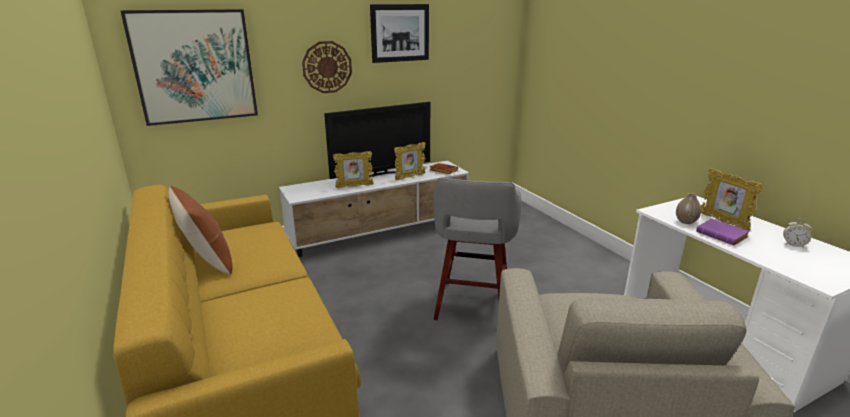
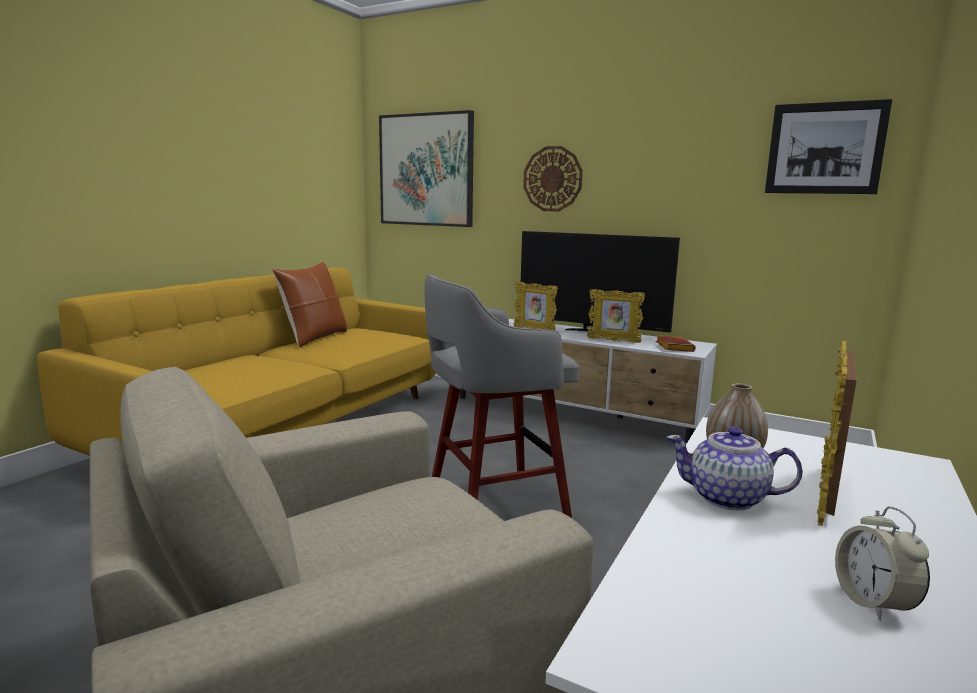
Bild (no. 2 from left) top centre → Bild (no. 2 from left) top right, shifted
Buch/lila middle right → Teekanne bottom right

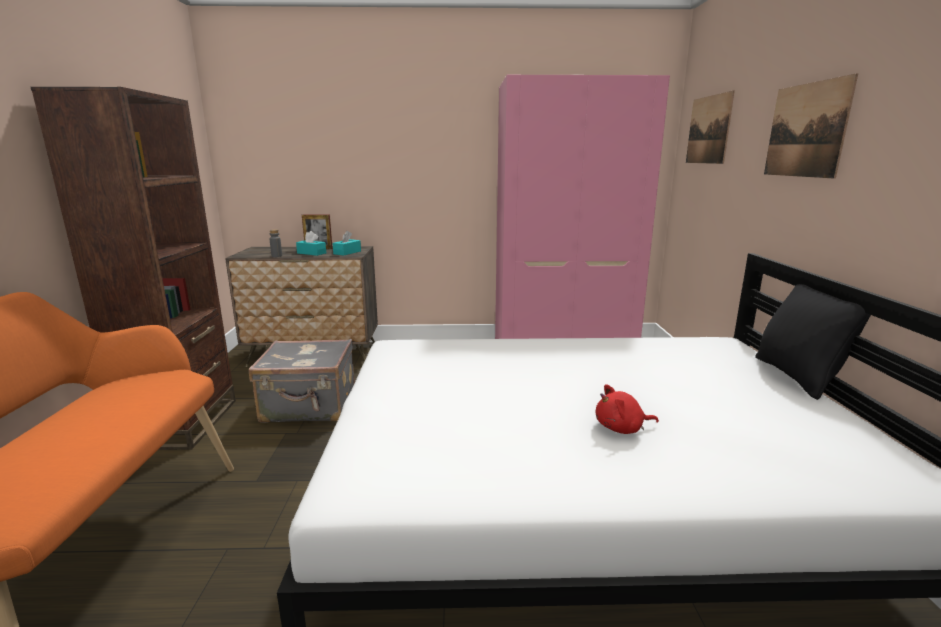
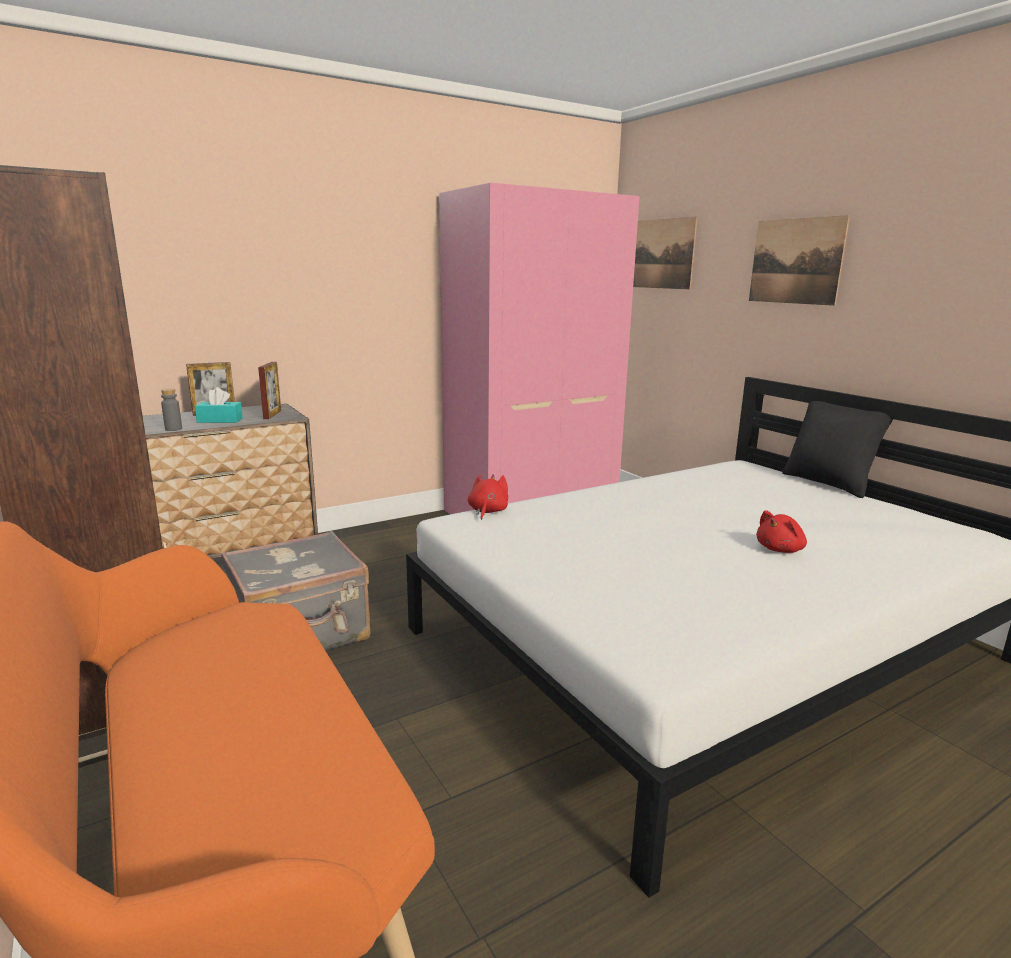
Taschentuchbox/türkis (no. 2 from left) centre → Bilderrahmen (no. 2 from left) middle left
- → Plüschtier/rot (no. 1 from left) centre

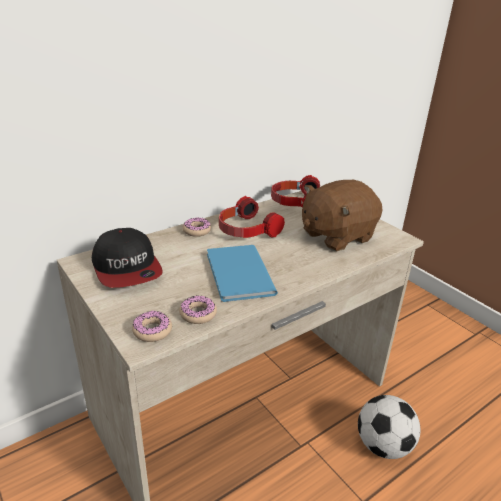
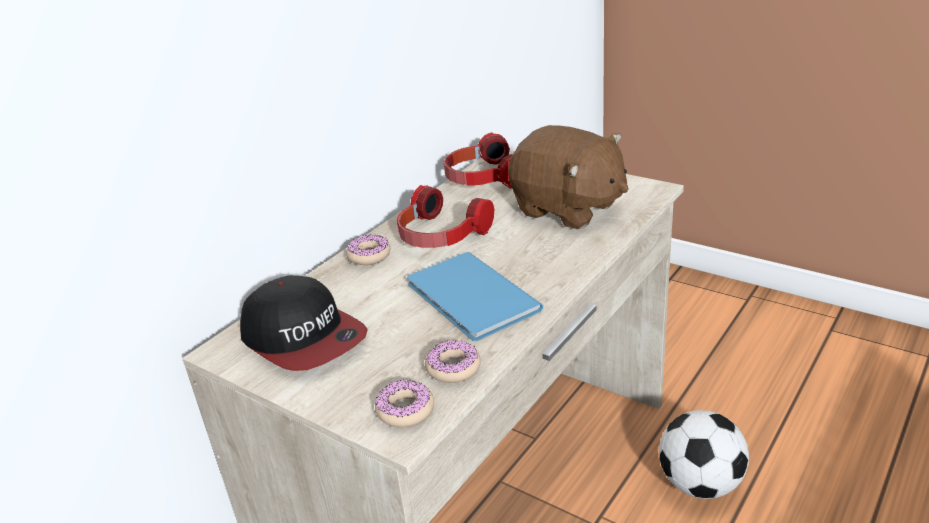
Plüschtier/braun middle right → Plüschtier/braun centre, 90 degrees counterclockwise

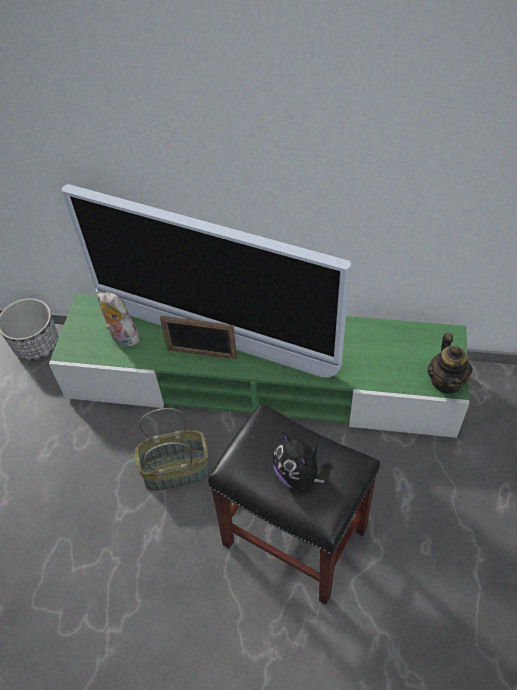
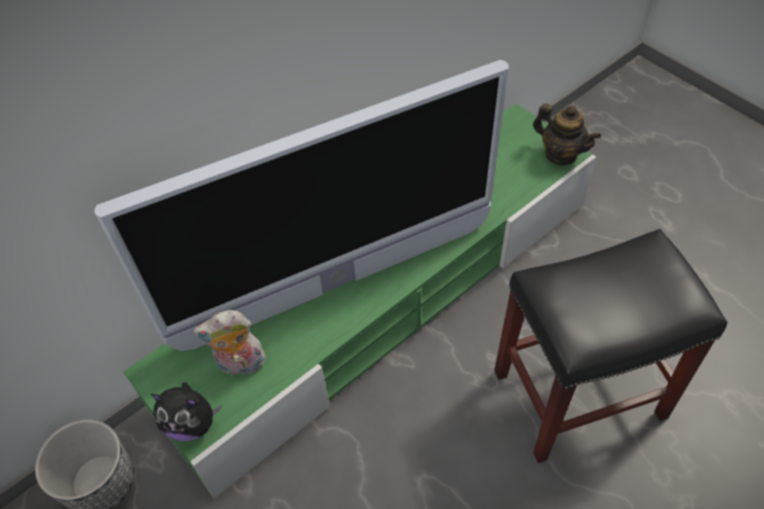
Bilderrahmen centre → -
Korb centre → -
Plüschtier (no. 2 from left in the first image) bottom centre → Plüschtier (no. 1 from left) bottom left, shifted

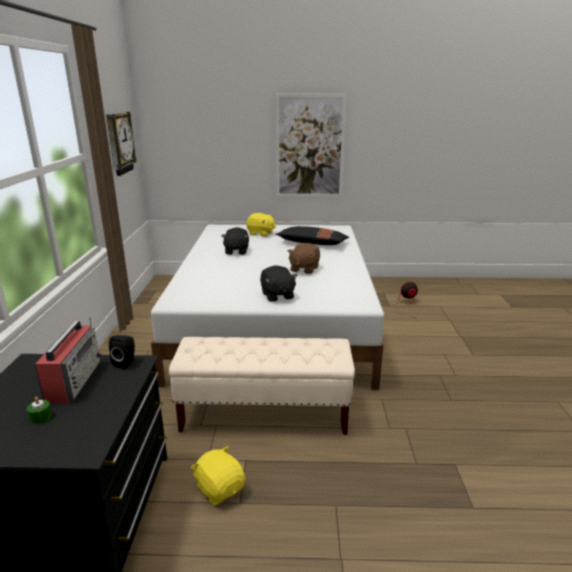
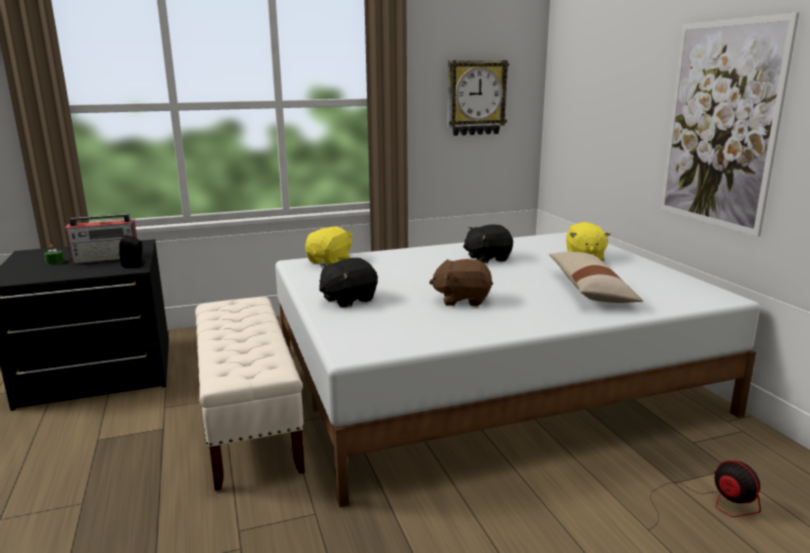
Kissen/schwarz centre → Kissen/beige middle right
Plüschtier/gelb (no. 1 from left) bottom centre → Plüschtier/gelb (no. 1 from left) centre, shifted

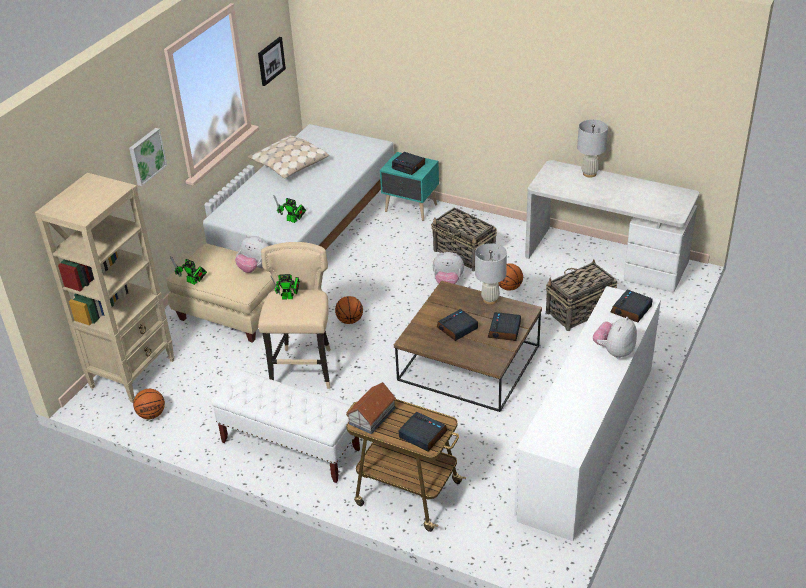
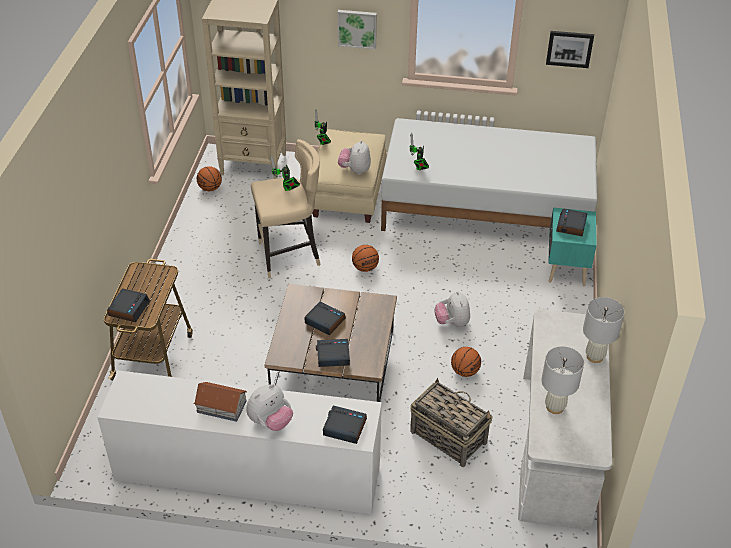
Kissen/beige top centre → -
Korb (no. 1 from left) centre → -
Tischlampe/weiß (no. 1 from left) centre → Tischlampe/weiß (no. 1 from left) bottom right, shifted
Plüschtier (no. 3 from left in the first image) middle right → Plüschtier (no. 1 from left) bottom centre, 120 degrees clockwise
Bank/weiß bottom centre → -
Spielzeughaus bottom centre → Spielzeughaus bottom left, shifted

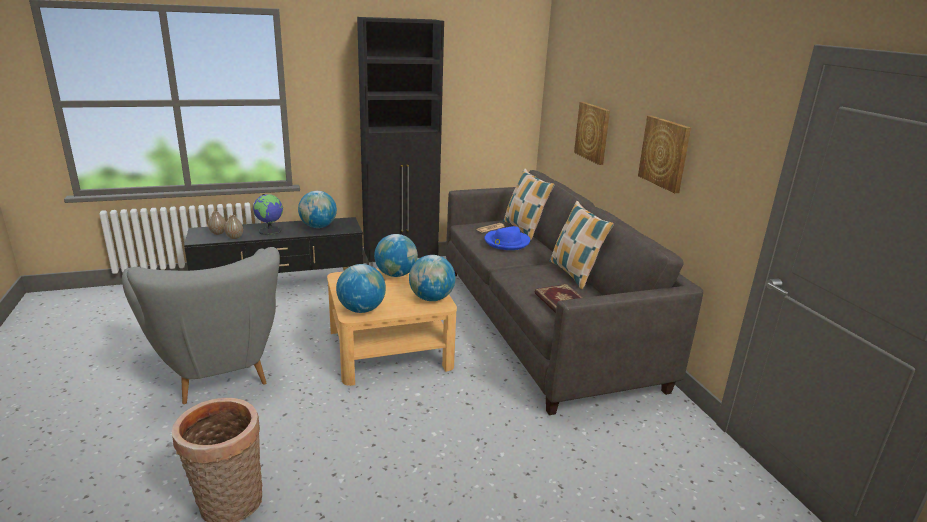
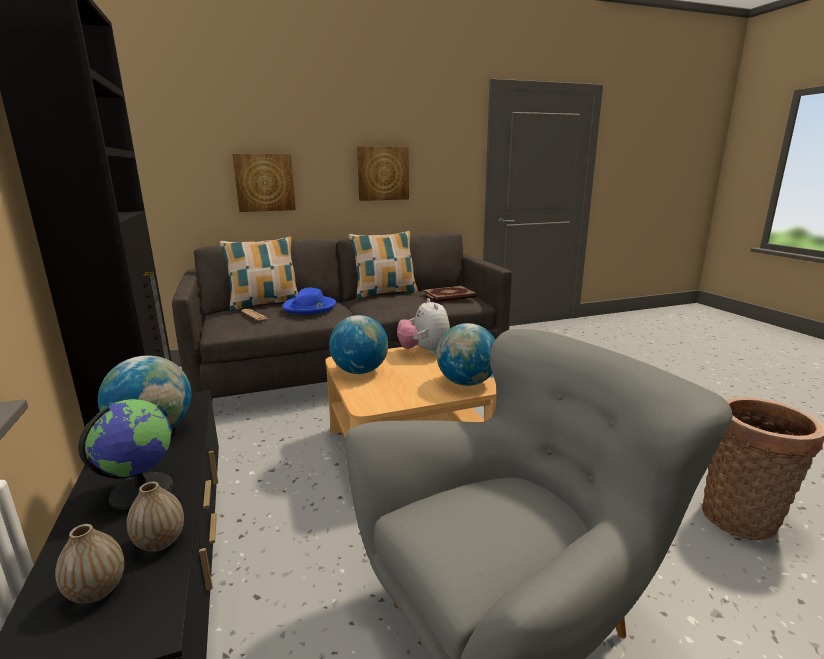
Globus (no. 5 from left) centre → Plüschtier centre

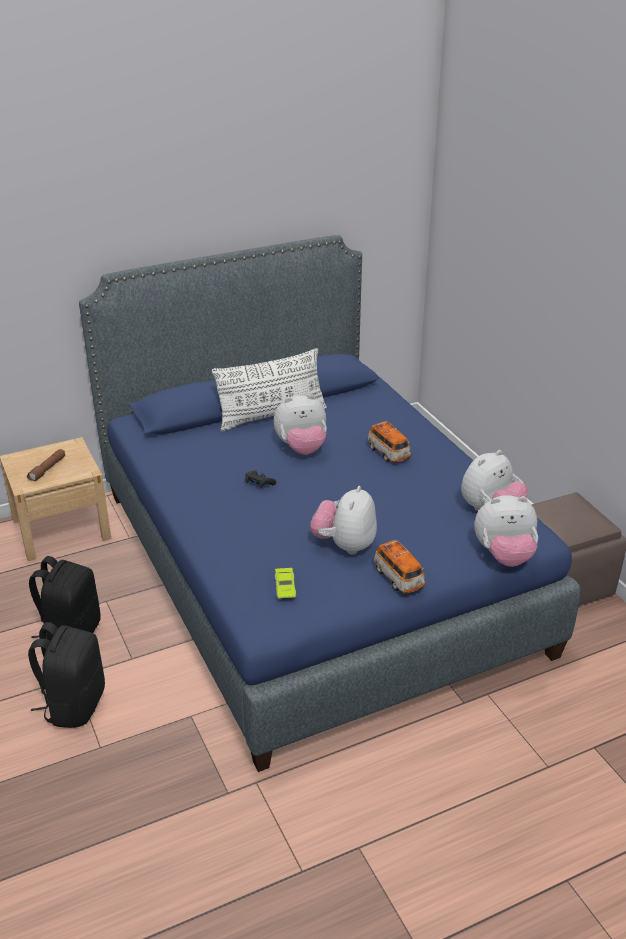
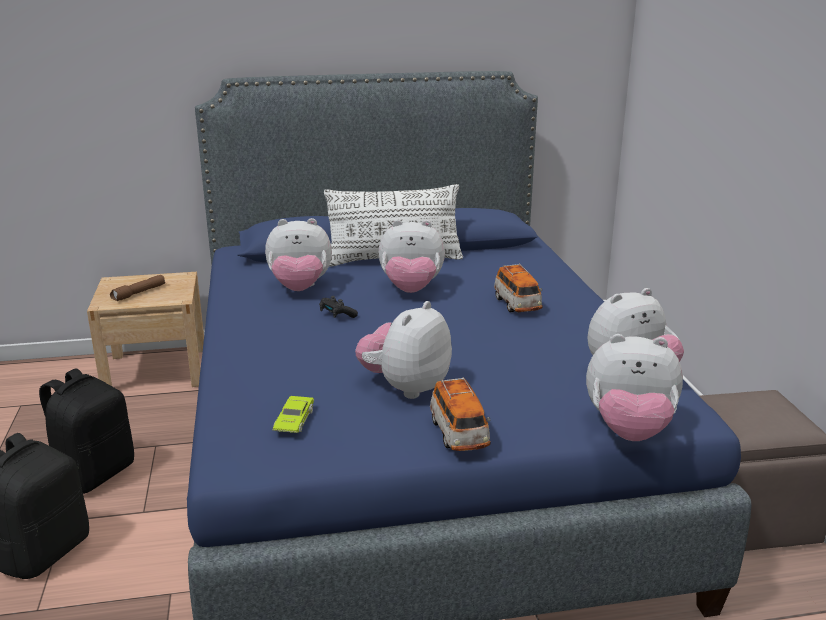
- → Plüschtier (no. 1 from left) centre

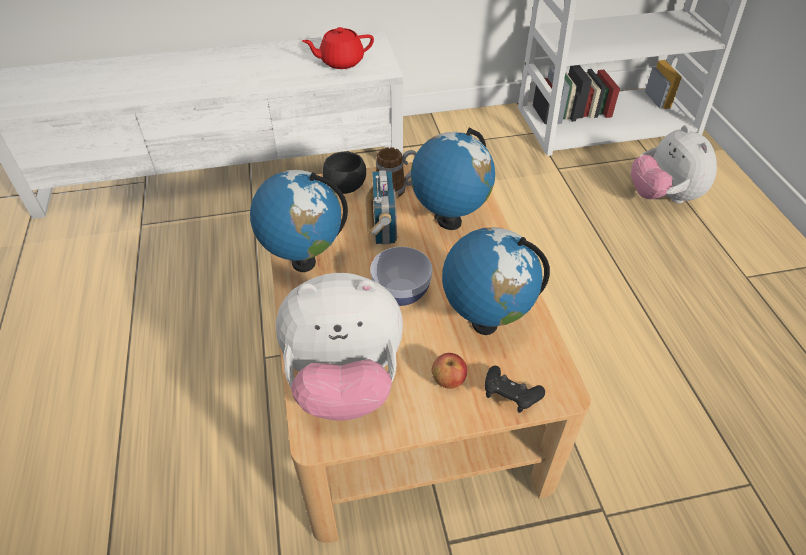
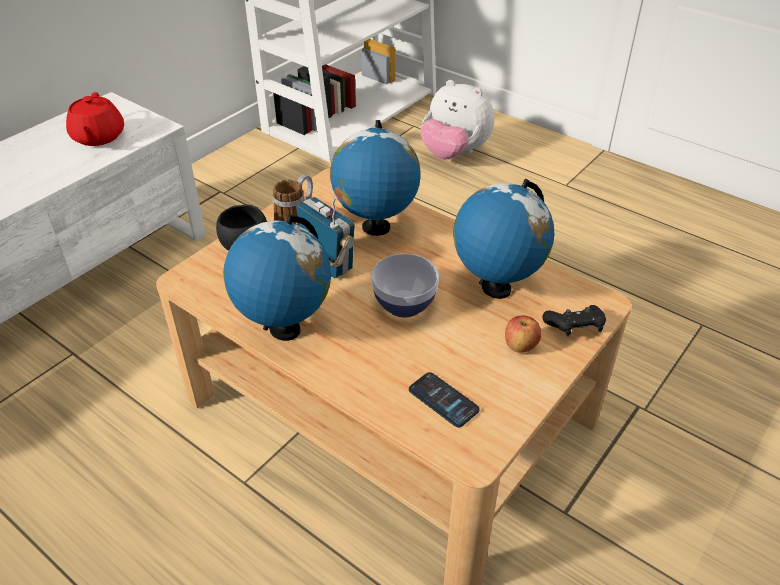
Teekanne/rot top centre → Teekanne/rot top left, 45 degrees counterclockwise
Plüschtier (no. 1 from left) centre → Handy bottom centre

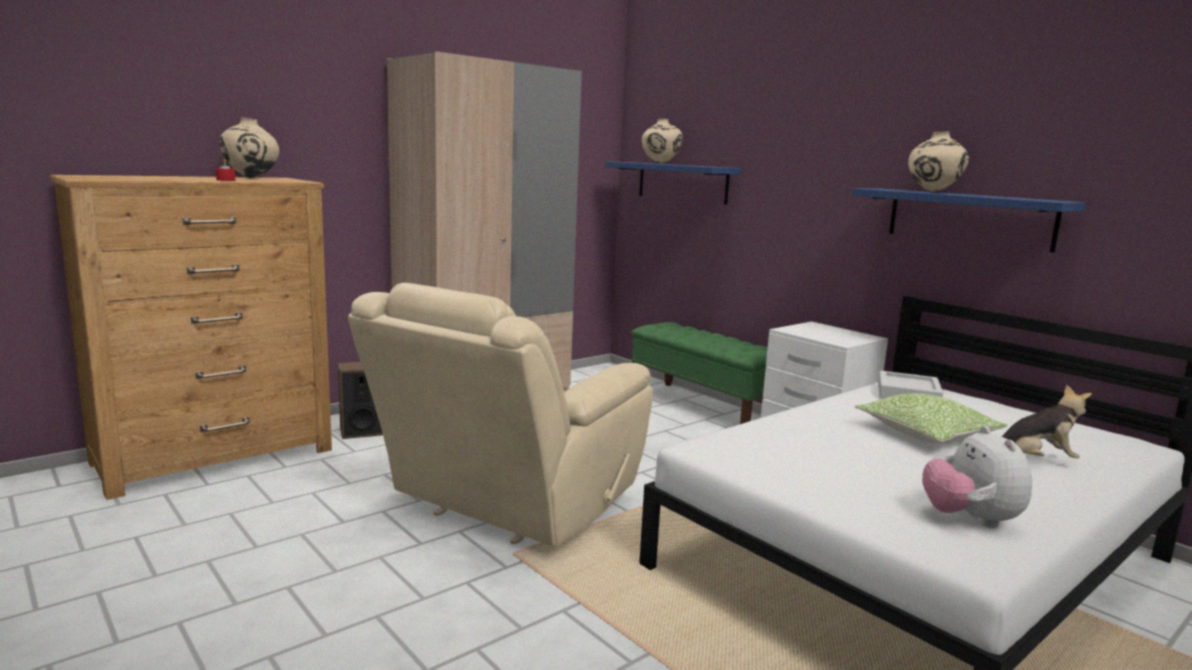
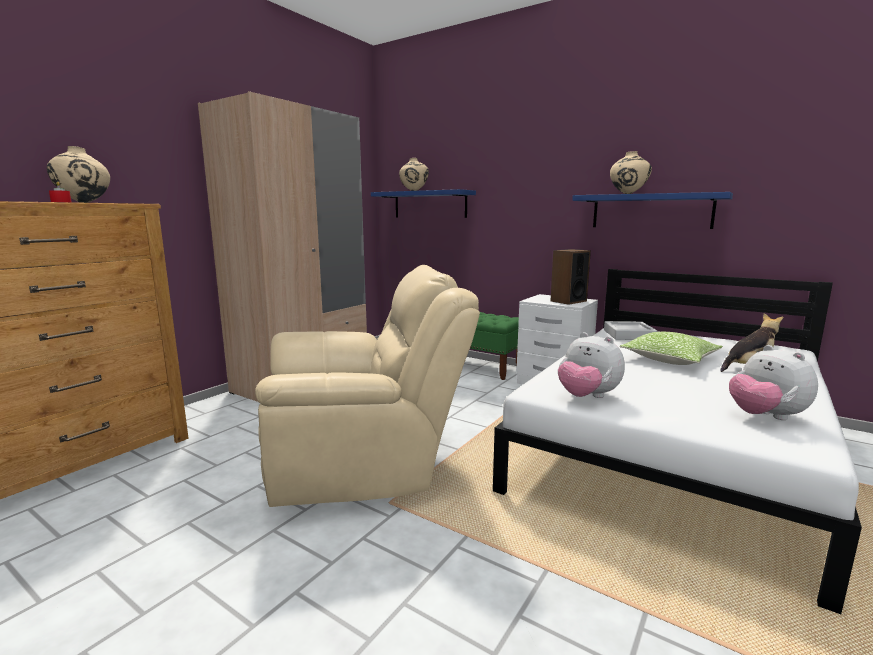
Sessel/beige centre, 120 degrees counterclockwise
Lautsprecher middle left → Lautsprecher centre, shifted
- → Plüschtier (no. 1 from left) middle right

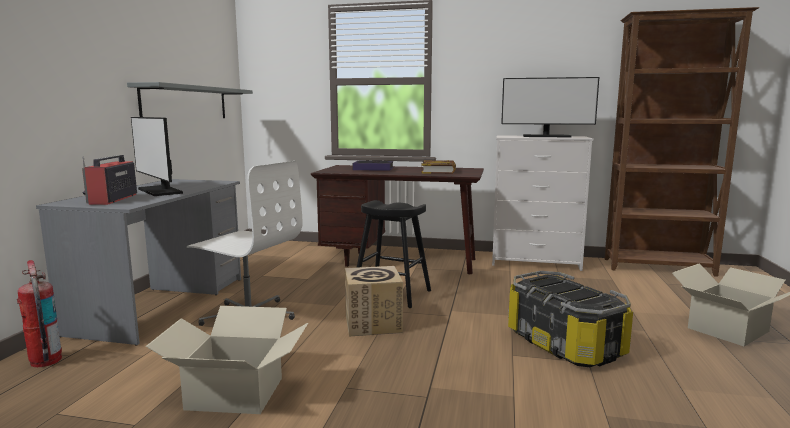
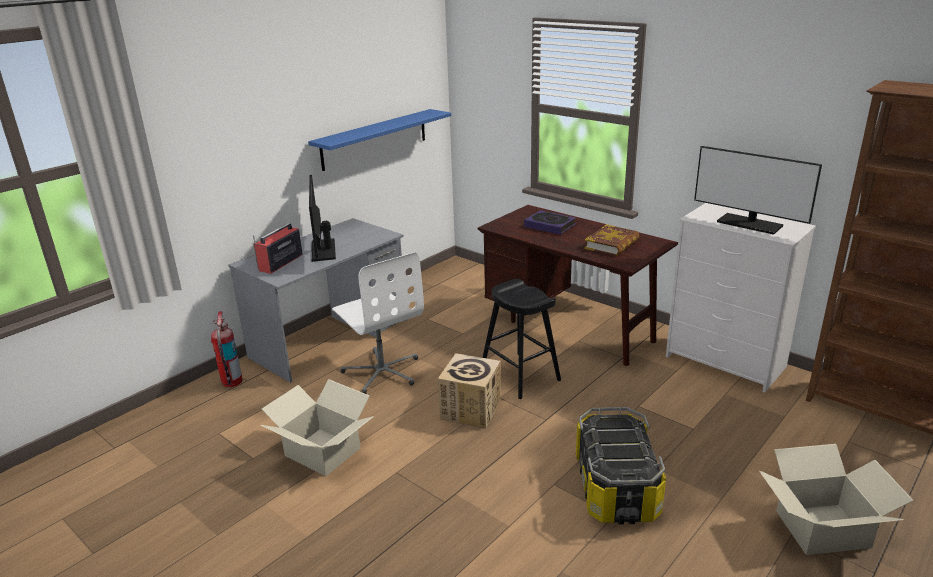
Wandregal/grau top left → Wandregal/blau top centre

